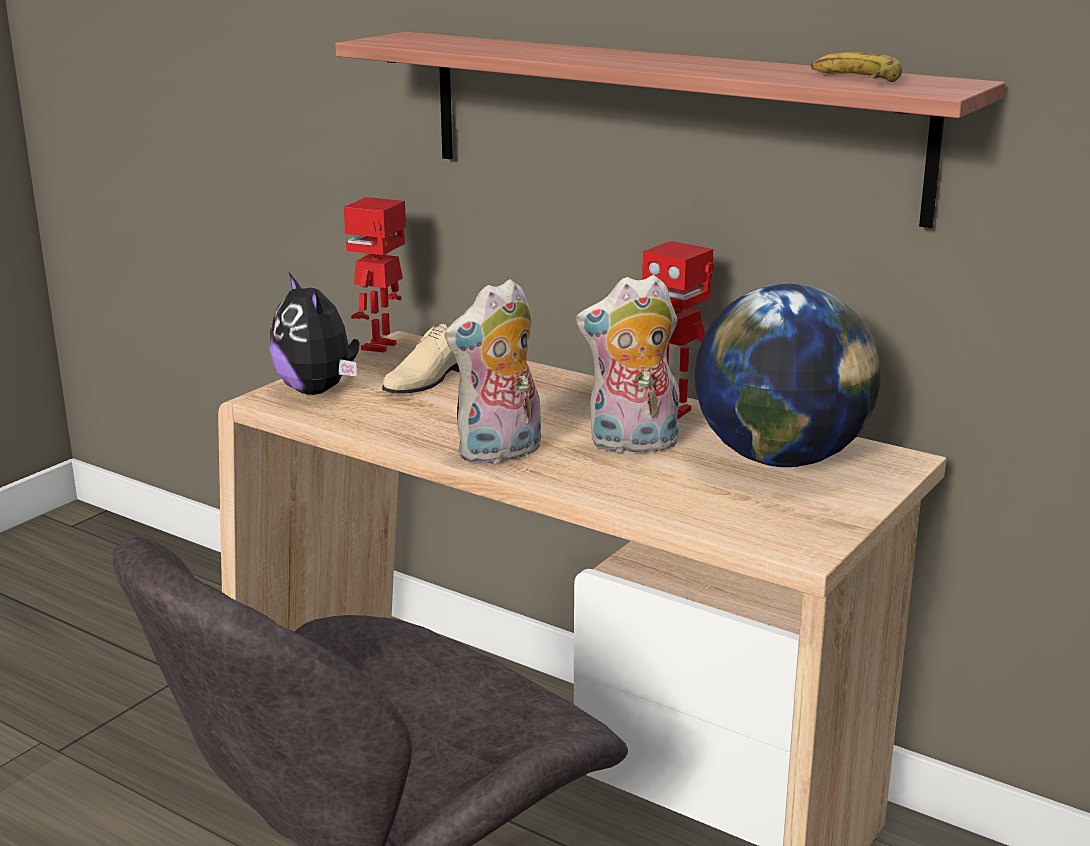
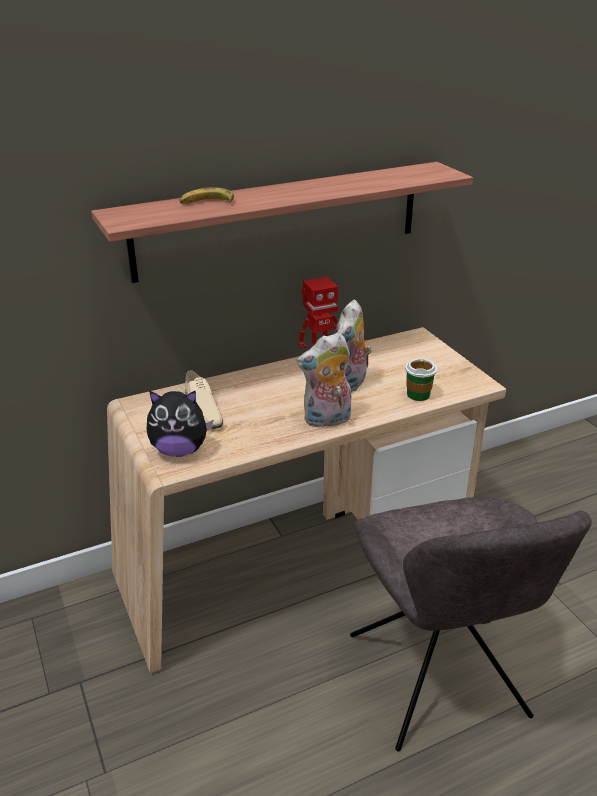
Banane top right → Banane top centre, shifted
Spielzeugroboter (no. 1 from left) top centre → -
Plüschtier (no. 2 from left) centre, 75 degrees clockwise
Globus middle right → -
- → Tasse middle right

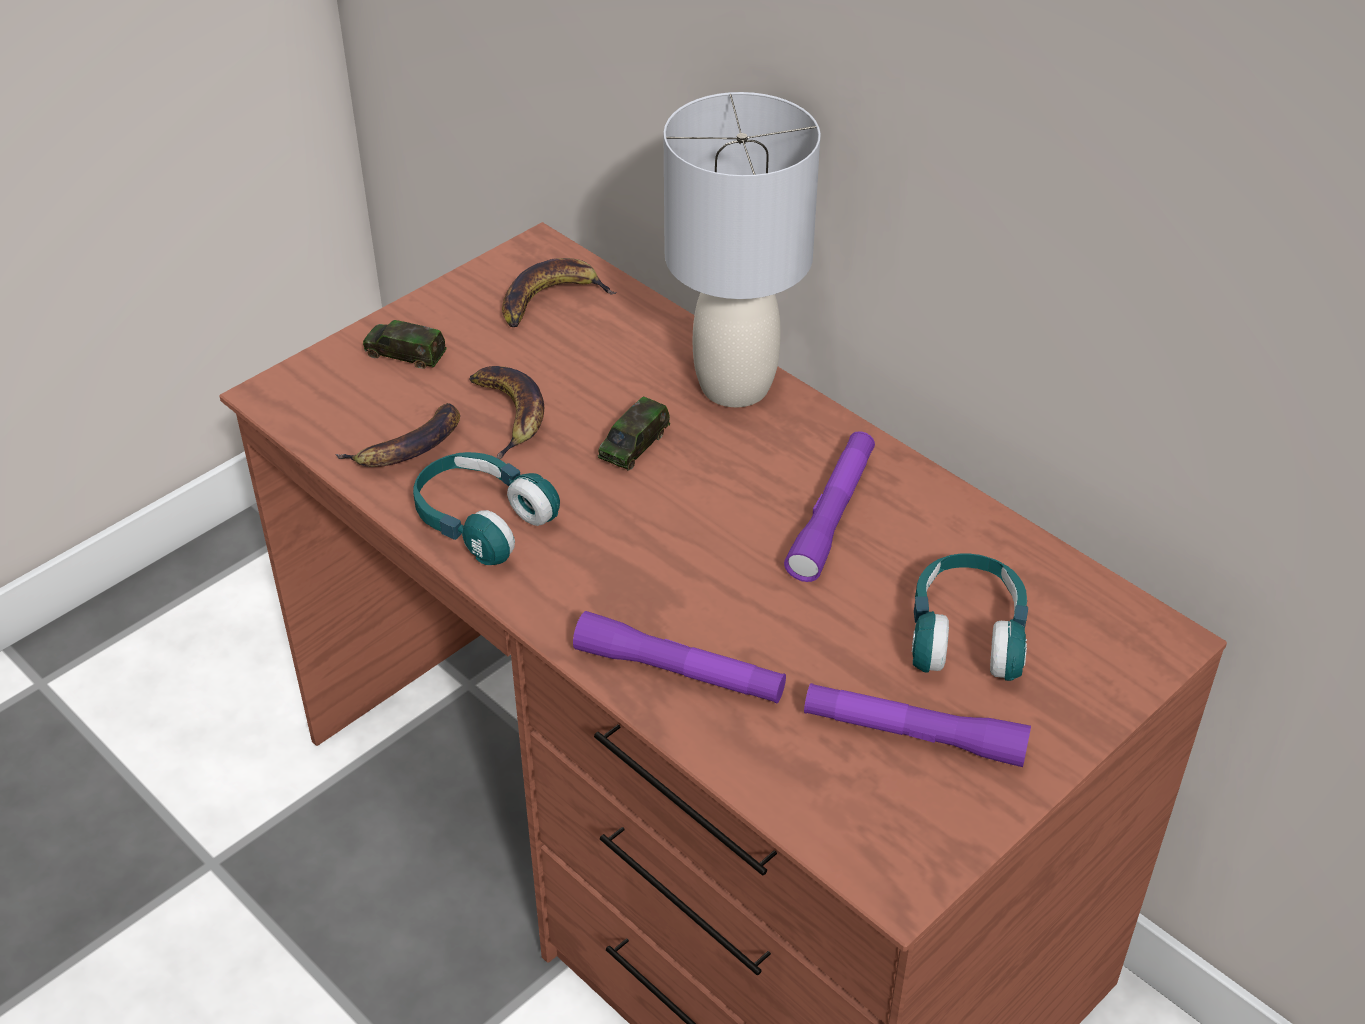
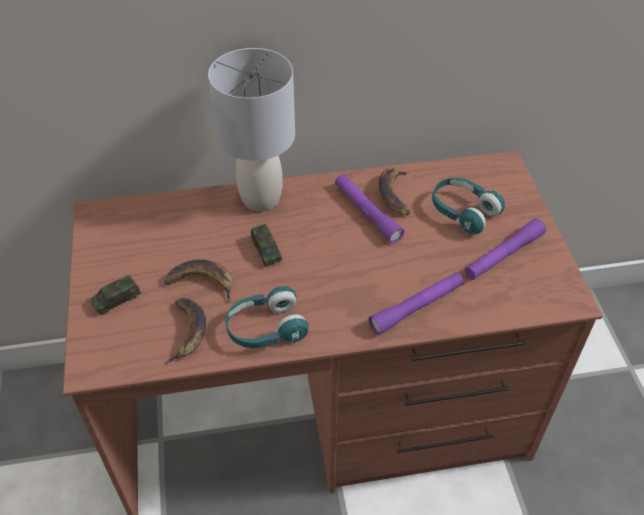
Banane (no. 3 from left) top centre → Banane (no. 3 from left) centre, shifted

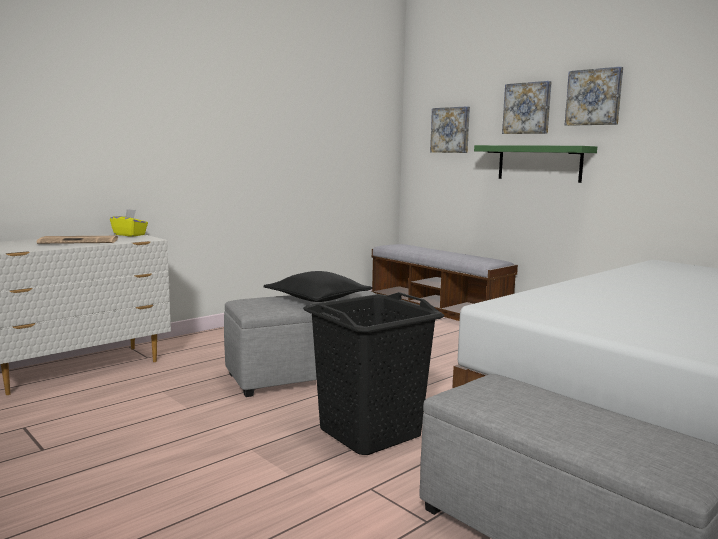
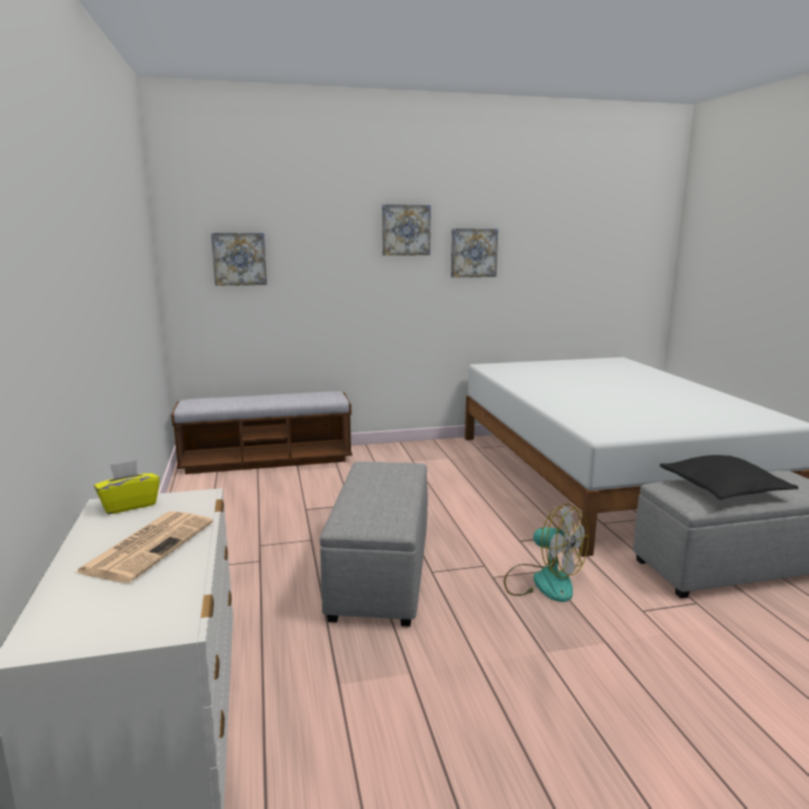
Bild (no. 2 from left in the first image) top right → Bild (no. 3 from left) top centre, shifted
Wandregal/grün top right → -
Kissen/schwarz centre → Kissen/schwarz middle right, shifted
Wäschekorb/schwarz bottom centre → Ventilator bottom right

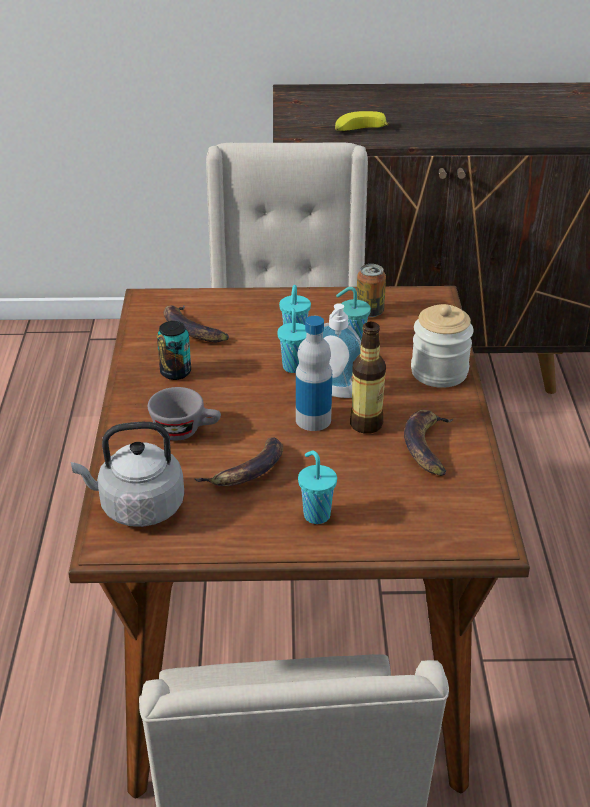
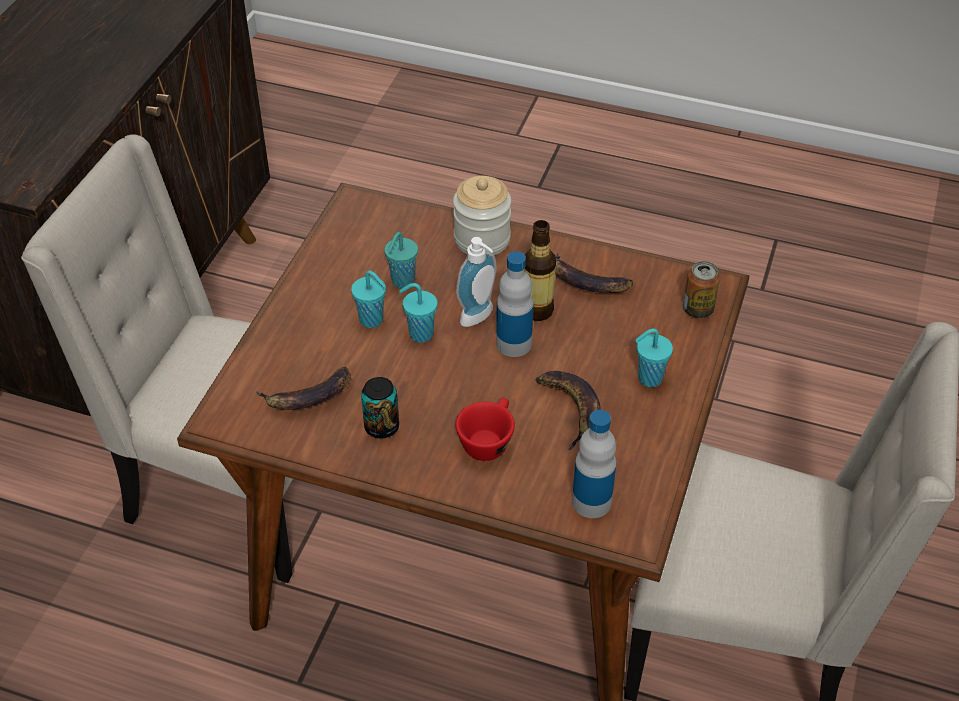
Banane (no. 3 from left) top centre → -
Dose (no. 2 from left) centre → Dose (no. 2 from left) middle right, shifted
Tasse/grau middle left → Tasse/rot centre
Wasserkessel/grau middle left → Flasche (no. 3 from left) centre

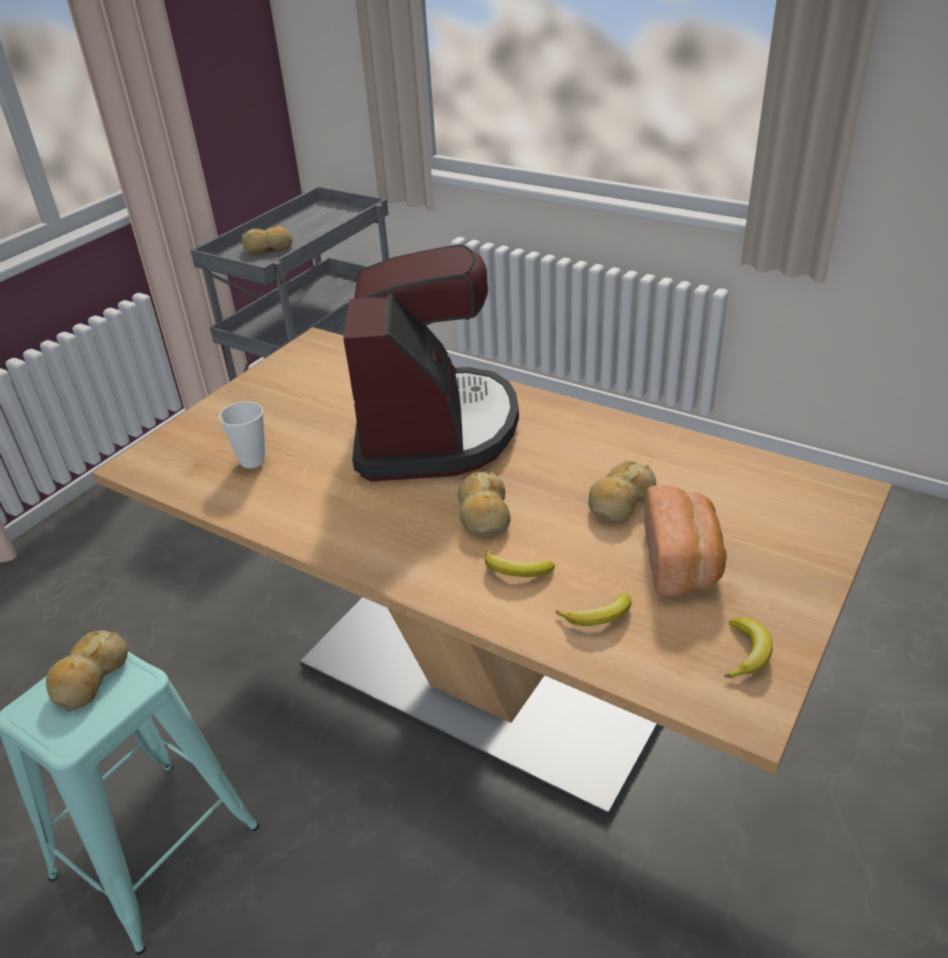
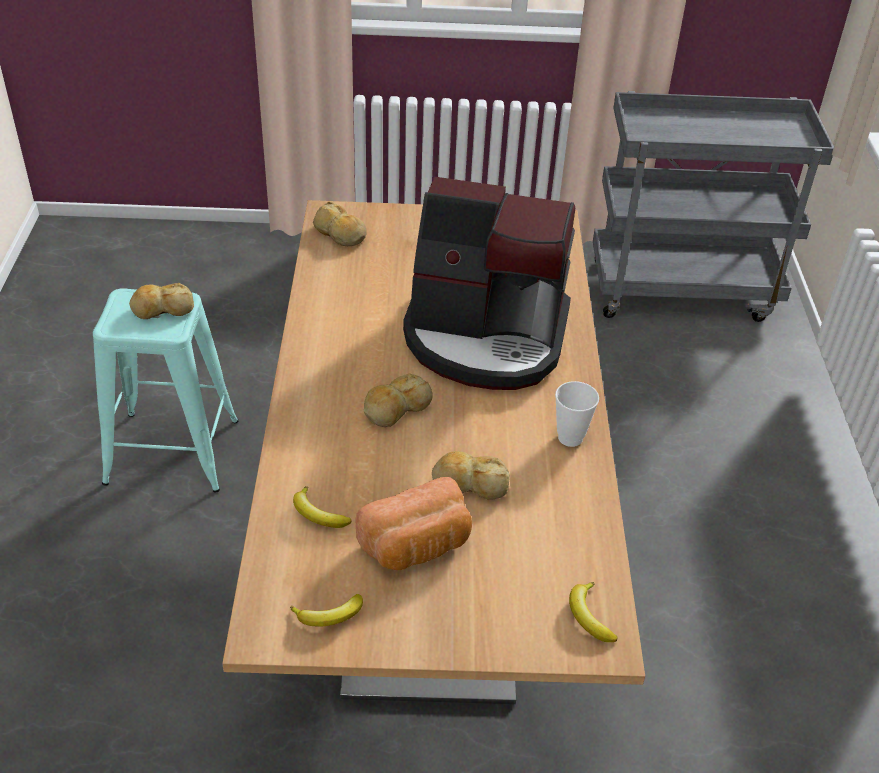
Brot (no. 2 from left) top left → Brot (no. 2 from left) top centre, shifted
Kaffeemaschine centre, 45 degrees clockwise
Tasse middle left → Tasse centre, shifted
Banane (no. 1 from left in the first image) centre → Banane (no. 3 from left) bottom right, shifted

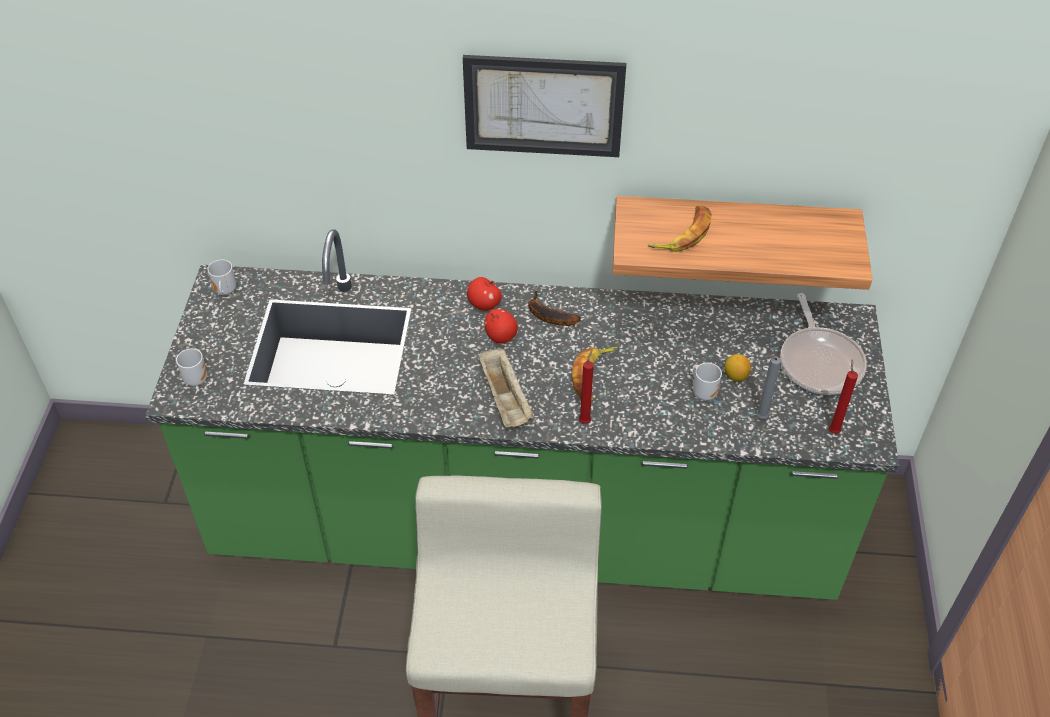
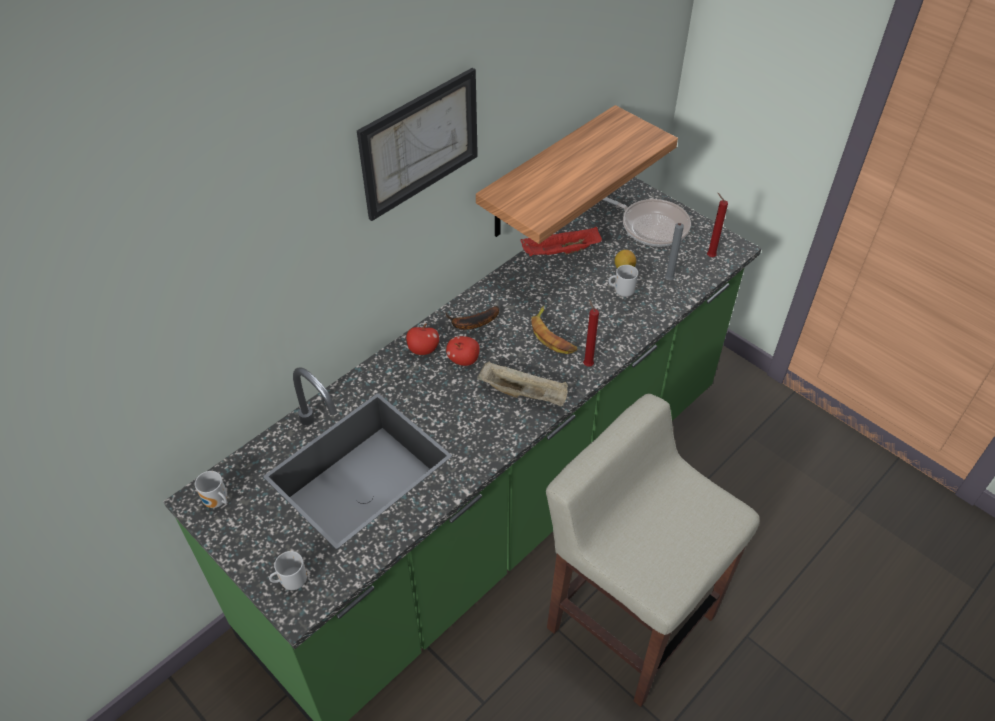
Banane (no. 3 from left) top centre → -
- → Tablett/rot centre

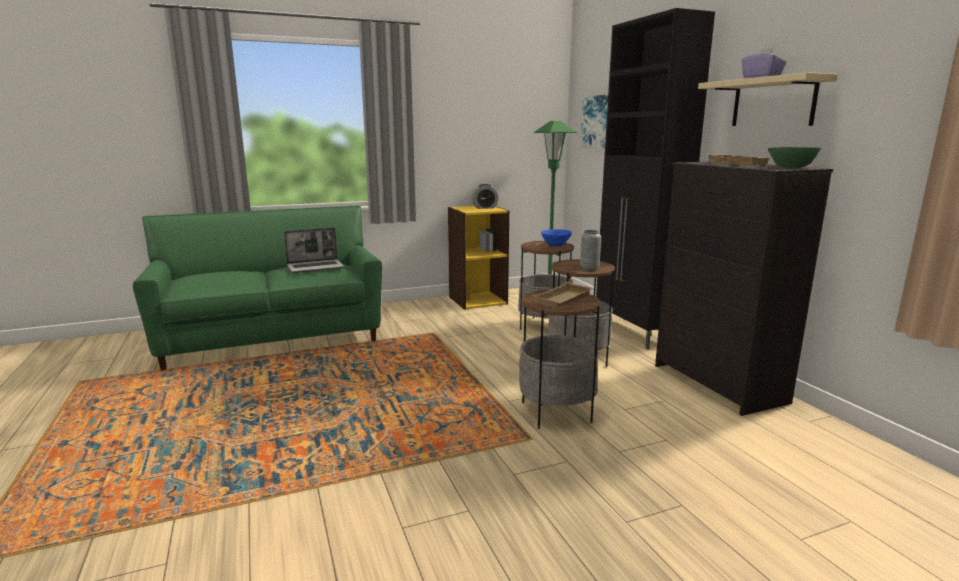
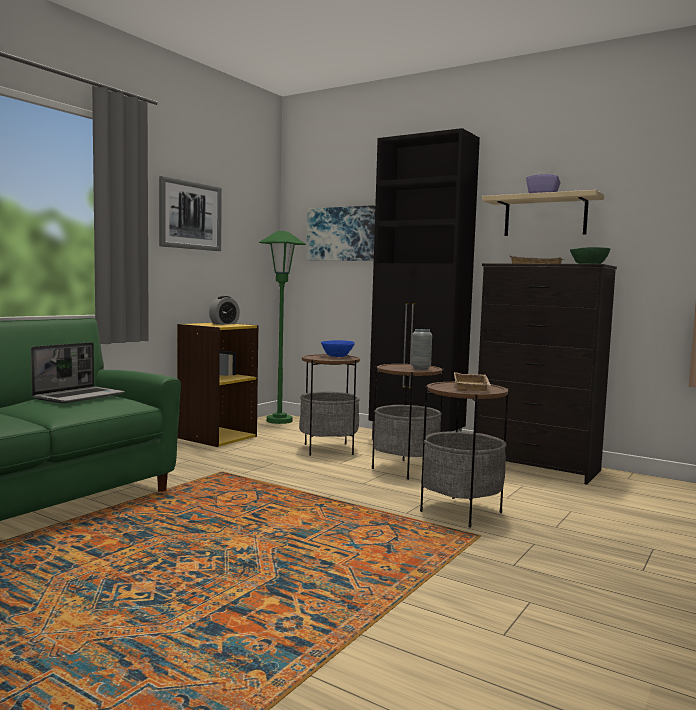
- → Bild (no. 1 from left) top left

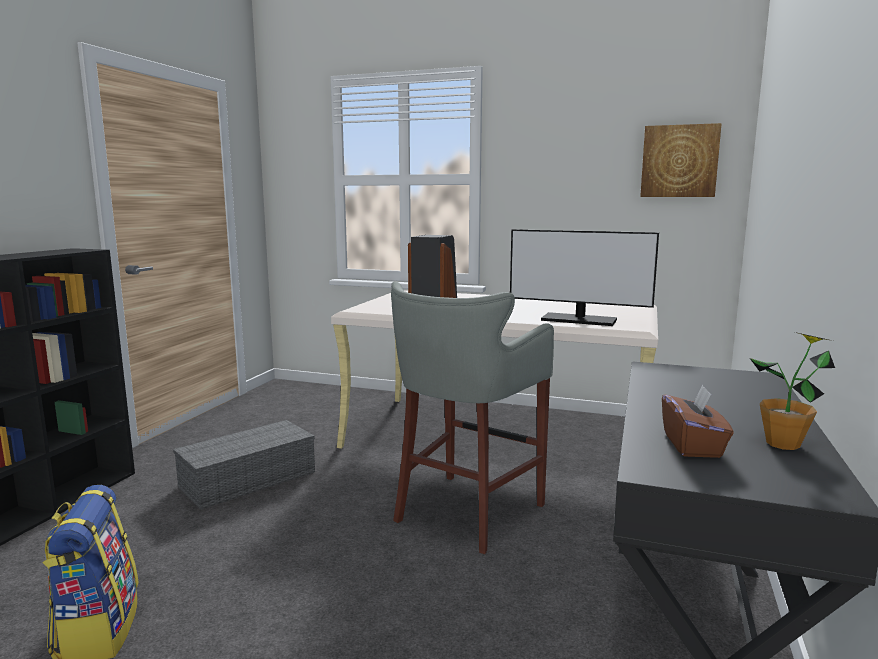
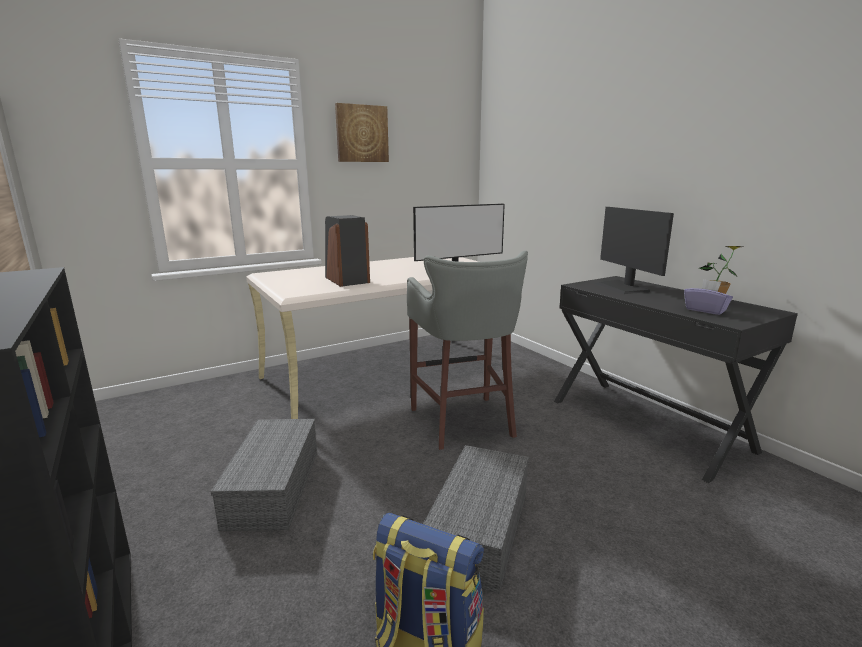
Bild top right → Bild top centre, shifted
Taschentuchbox/braun middle right → Taschentuchbox/lila middle right
- → Monitor (no. 2 from left) middle right
- → Aufbewahrungsbox/grau (no. 2 from left) bottom centre

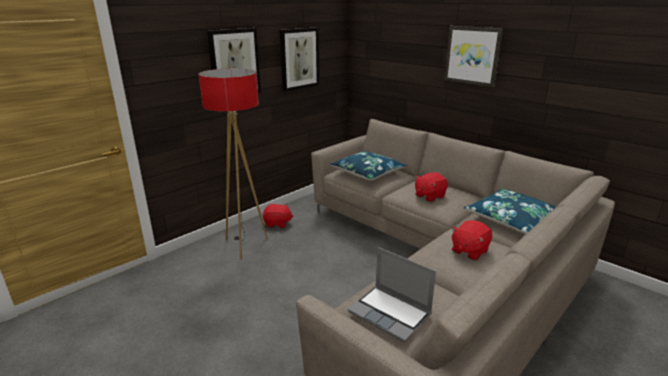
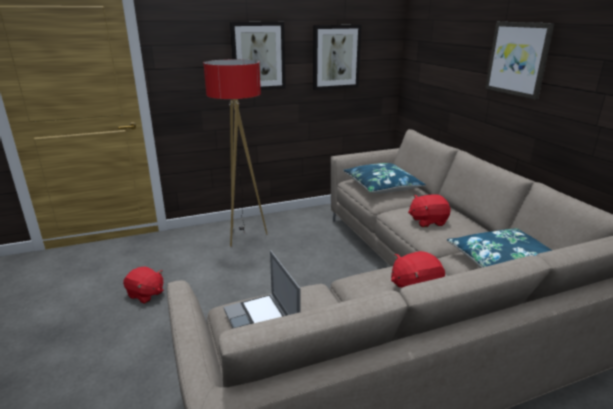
Plüschtier/rot (no. 1 from left) centre → Plüschtier/rot (no. 1 from left) bottom left, shifted

